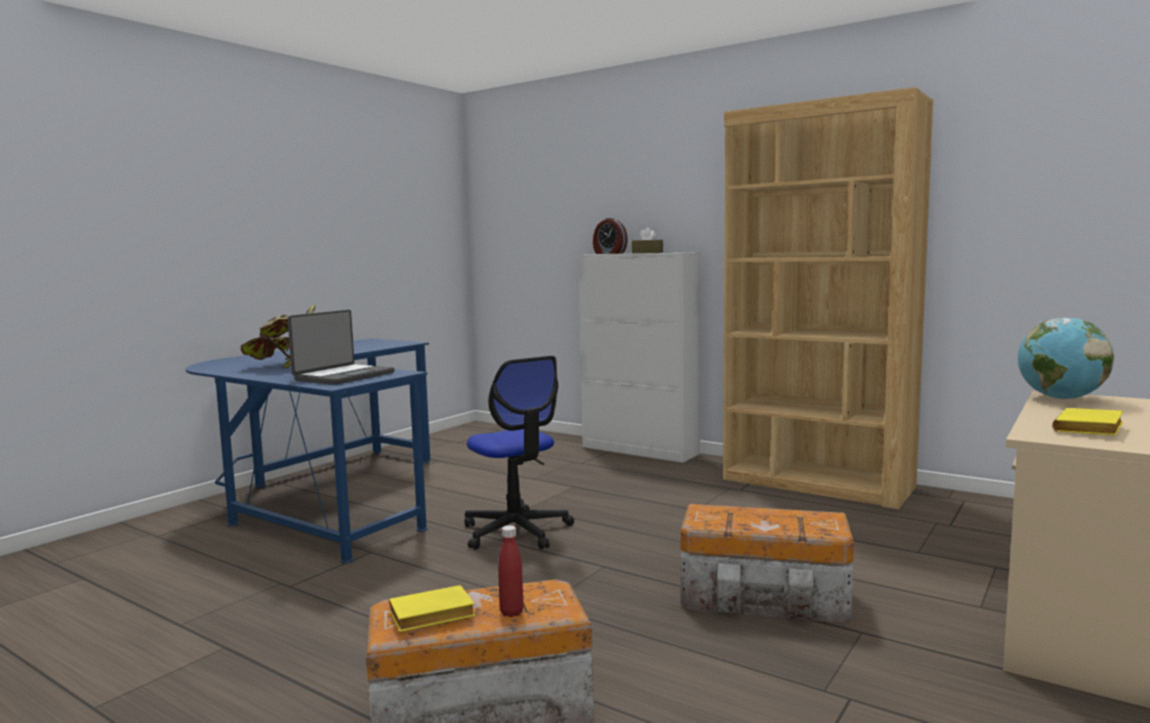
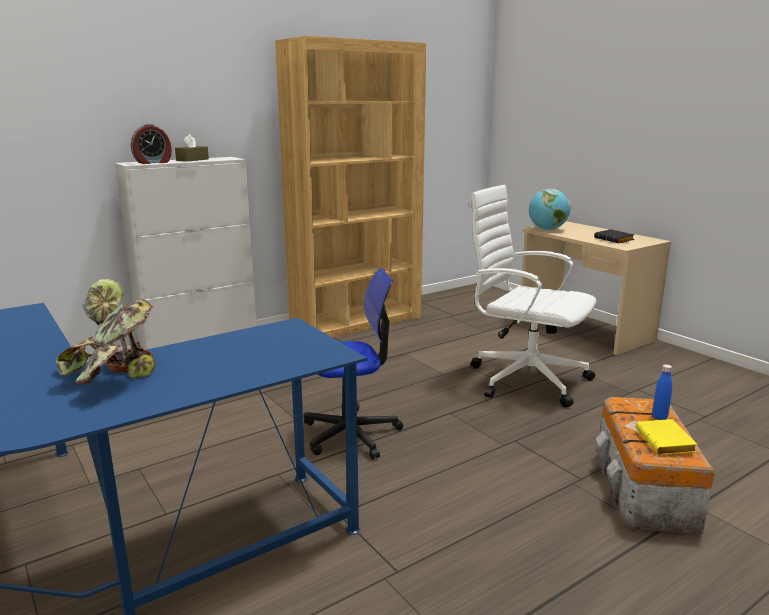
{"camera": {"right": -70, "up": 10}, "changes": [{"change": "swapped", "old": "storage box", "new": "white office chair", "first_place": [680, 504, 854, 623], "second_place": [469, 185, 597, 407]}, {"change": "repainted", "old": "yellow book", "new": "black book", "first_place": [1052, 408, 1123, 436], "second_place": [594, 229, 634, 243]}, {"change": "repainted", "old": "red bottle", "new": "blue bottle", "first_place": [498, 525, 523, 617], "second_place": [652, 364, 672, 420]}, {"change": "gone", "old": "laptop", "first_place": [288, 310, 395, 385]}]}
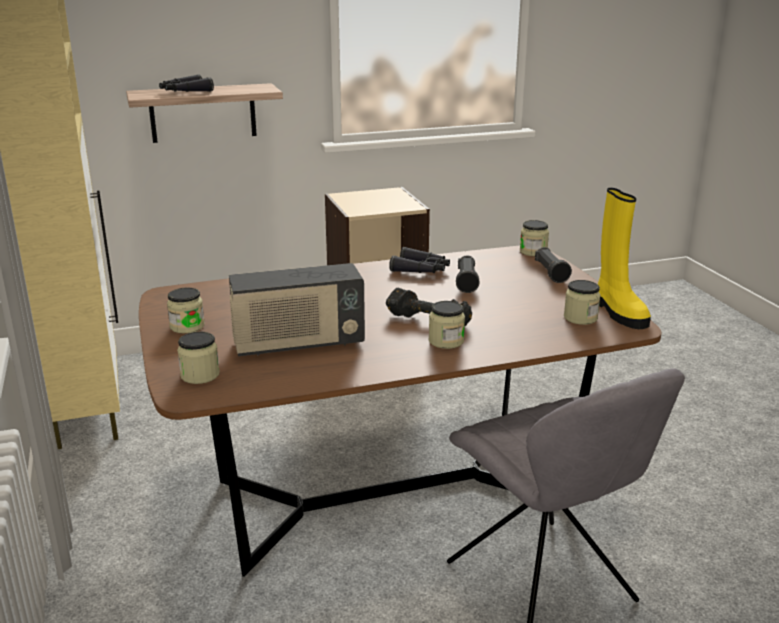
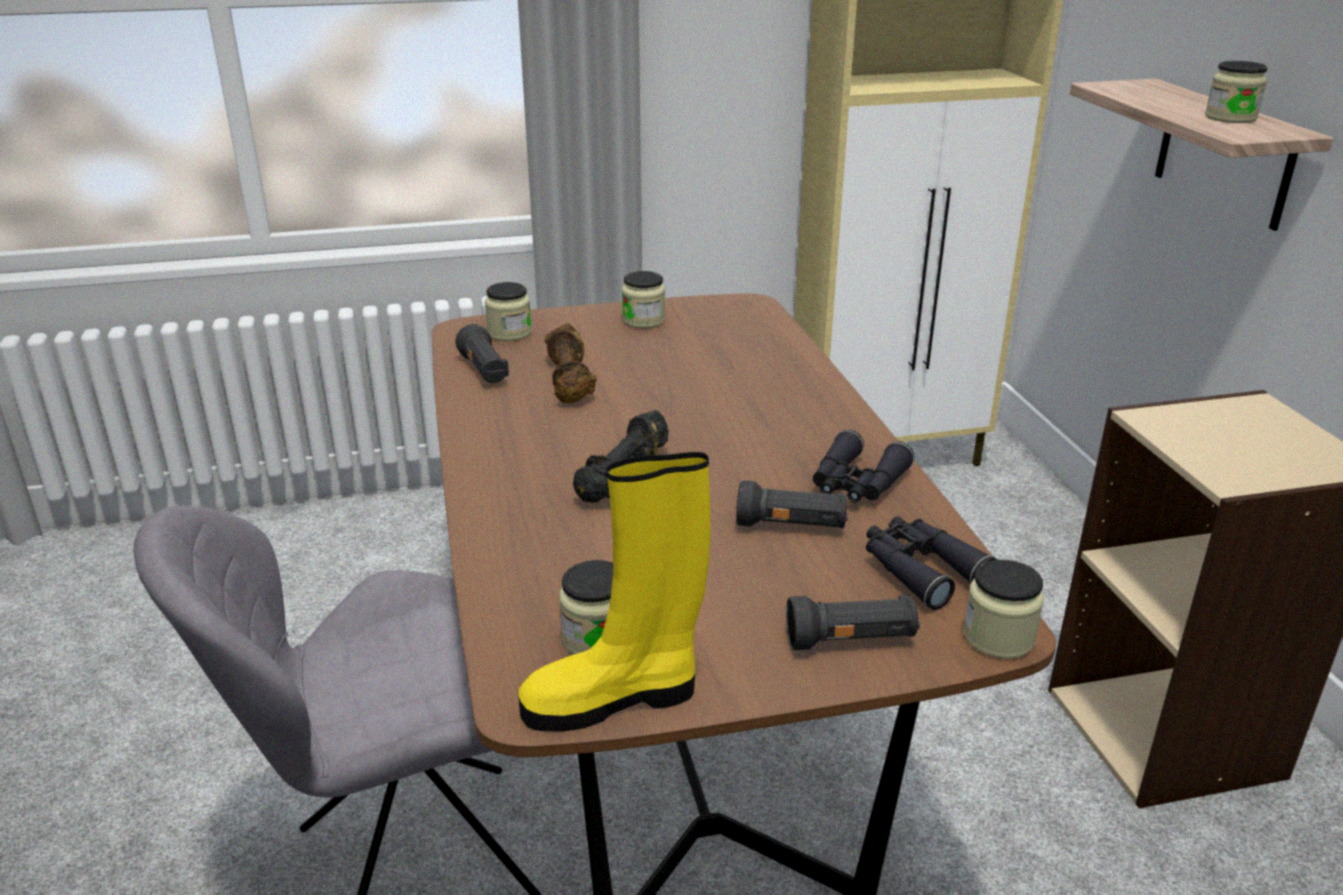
{"camera": {"right": 95, "up": 5}, "changes": [{"change": "new", "new": "black flashlight", "second_place": [455, 324, 509, 383]}, {"change": "swapped", "old": "radio", "new": "brown dumbbell", "first_place": [229, 263, 365, 356], "second_place": [545, 323, 597, 403]}, {"change": "shifted", "old": "black binoculars", "first_place": [159, 74, 214, 92], "second_place": [866, 516, 997, 610]}, {"change": "shifted", "old": "jar", "first_place": [429, 301, 465, 349], "second_place": [1205, 61, 1268, 123]}]}
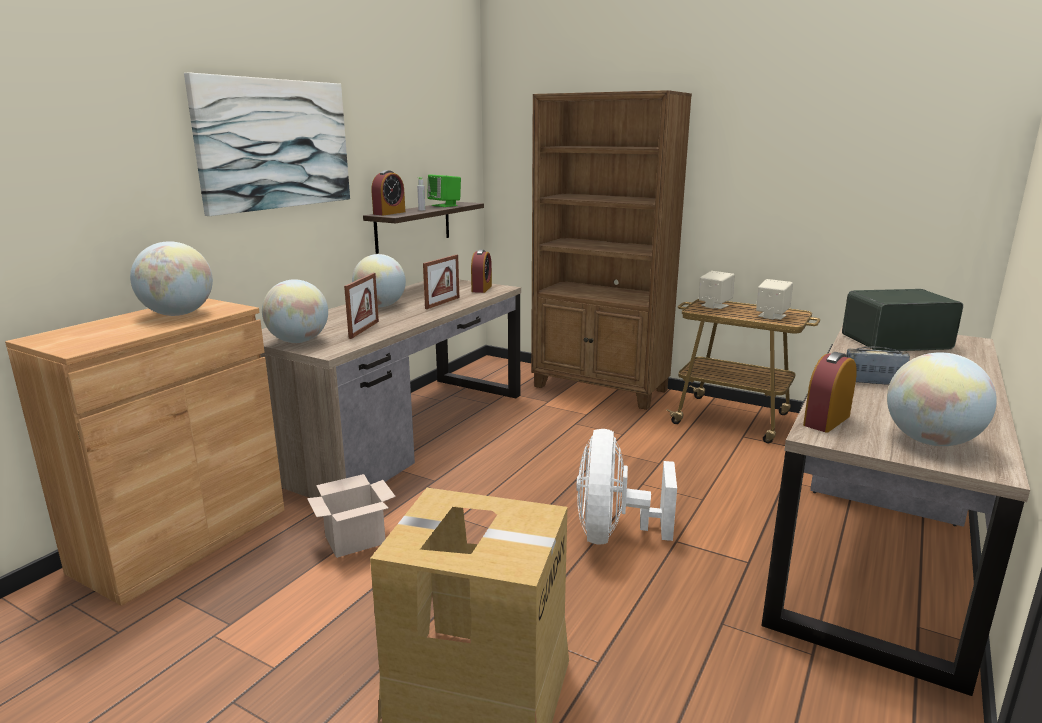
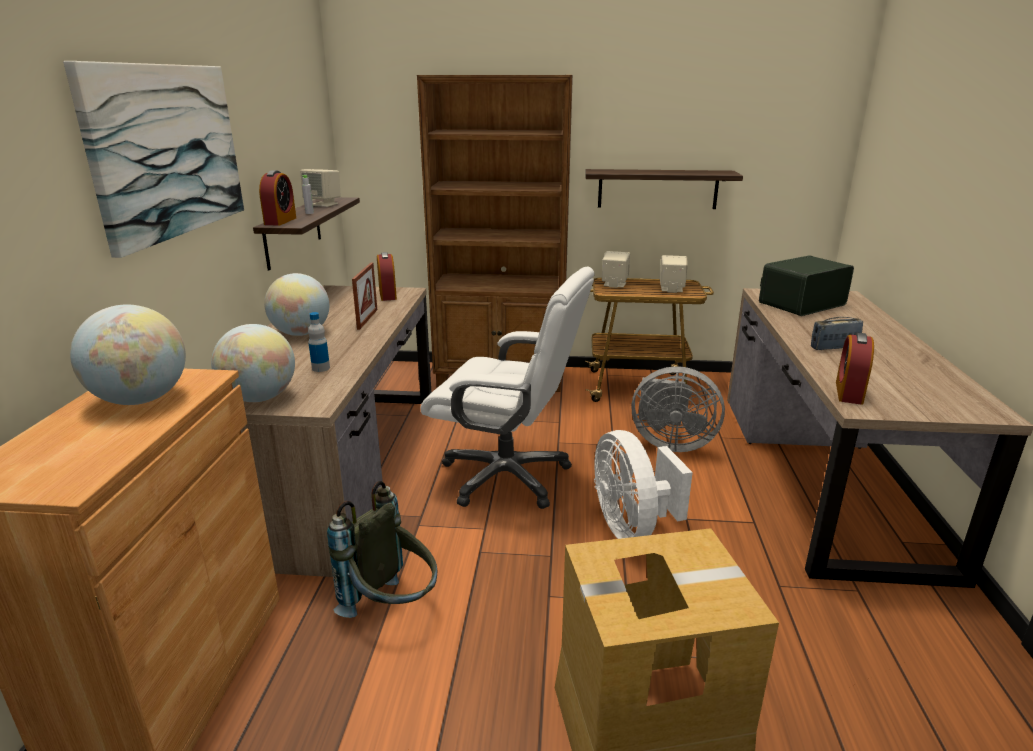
{"camera": {"right": -25, "up": 5}, "changes": [{"change": "repainted", "old": "green speaker", "new": "beige speaker", "first_place": [427, 174, 461, 207], "second_place": [300, 169, 341, 207]}, {"change": "swapped", "old": "picture frame", "new": "bottle", "first_place": [344, 273, 379, 339], "second_place": [308, 312, 330, 372]}, {"change": "swapped", "old": "cardboard box", "new": "grey backpack", "first_place": [307, 474, 396, 558], "second_place": [327, 481, 437, 618]}, {"change": "new", "new": "white office chair", "second_place": [421, 266, 595, 509]}, {"change": "new", "new": "shelf", "second_place": [585, 169, 743, 209]}, {"change": "new", "new": "grey fan", "second_place": [632, 366, 725, 452]}, {"change": "gone", "old": "globe", "first_place": [887, 352, 997, 446]}]}
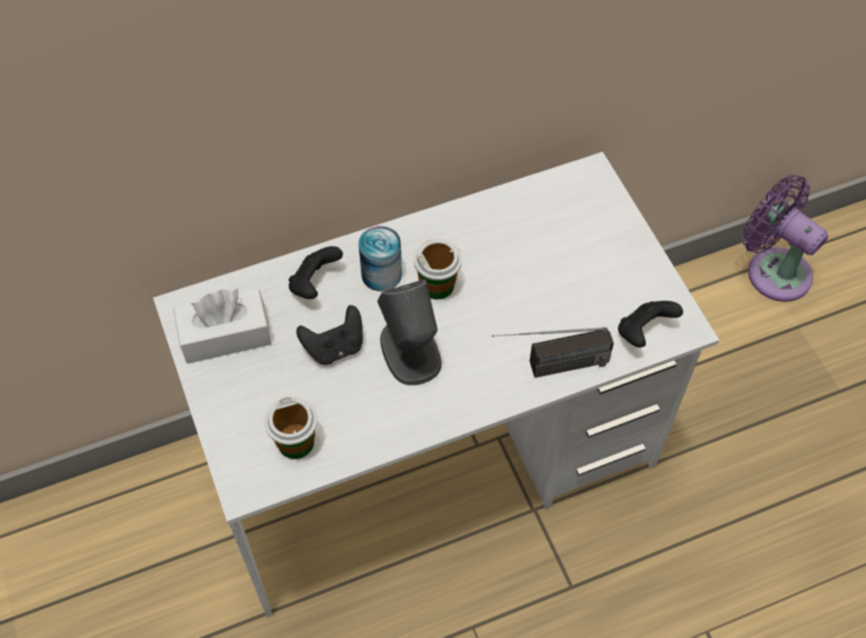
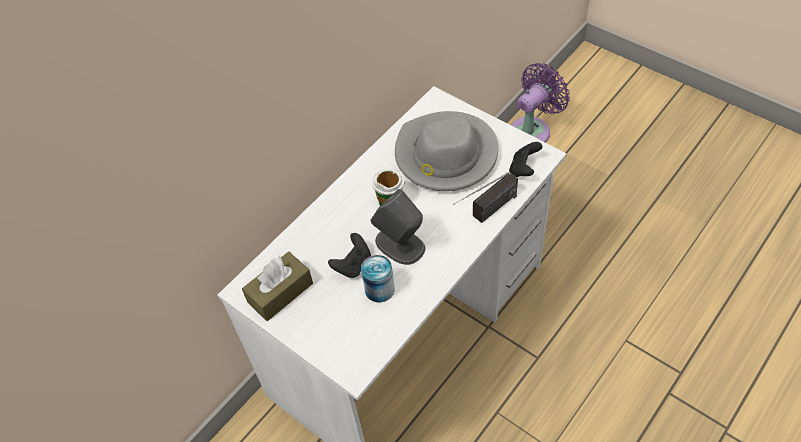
{"camera": {"right": -25, "up": -5}, "changes": [{"change": "repainted", "old": "white tissue box", "new": "brown tissue box", "first_place": [173, 288, 272, 364], "second_place": [242, 252, 313, 321]}, {"change": "shifted", "old": "can", "first_place": [358, 226, 402, 292], "second_place": [361, 255, 395, 302]}, {"change": "new", "new": "grey hat", "second_place": [395, 111, 498, 191]}, {"change": "rotated", "old": "purple fan", "first_place": [742, 175, 828, 302], "second_place": [511, 63, 570, 143], "degrees": 120}, {"change": "gone", "old": "cup", "first_place": [264, 397, 317, 459]}, {"change": "gone", "old": "black game controller", "first_place": [289, 246, 343, 299]}]}
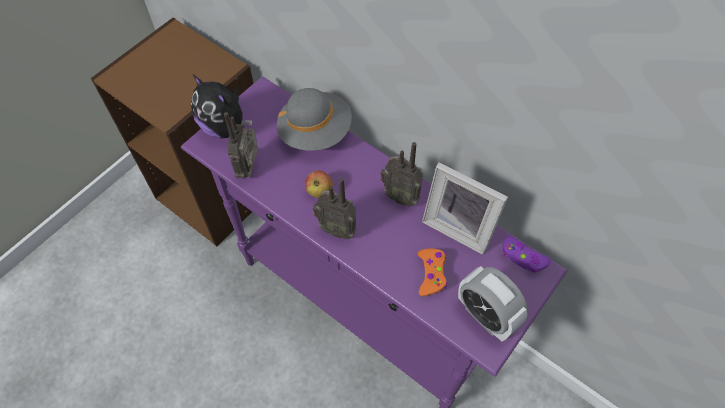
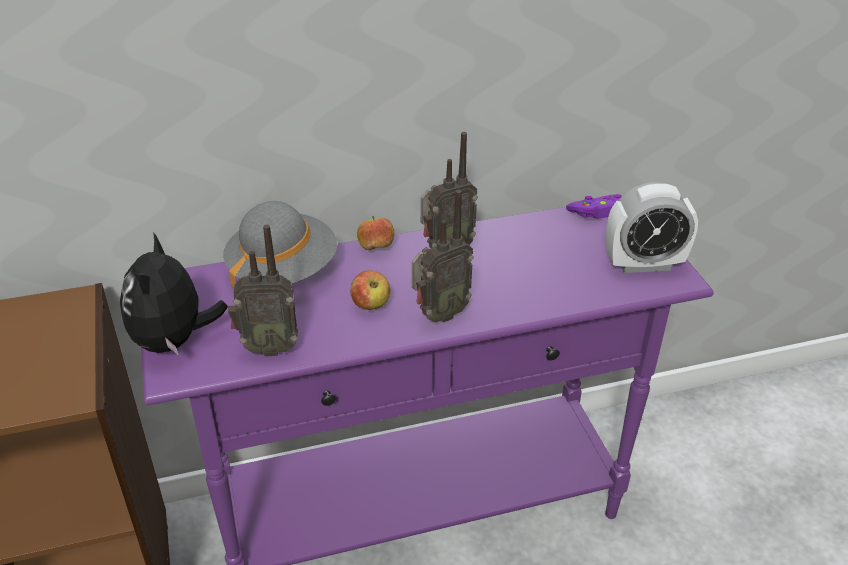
{"camera": {"right": -55, "up": -20}, "changes": [{"change": "rotated", "old": "plush toy", "first_place": [191, 75, 252, 139], "second_place": [120, 232, 228, 355], "degrees": 105}, {"change": "rotated", "old": "radio", "first_place": [224, 112, 258, 179], "second_place": [228, 225, 298, 357], "degrees": -45}, {"change": "new", "new": "apple", "second_place": [357, 216, 394, 250]}, {"change": "gone", "old": "orange game controller", "first_place": [418, 248, 447, 296]}, {"change": "gone", "old": "picture frame", "first_place": [422, 163, 508, 255]}]}
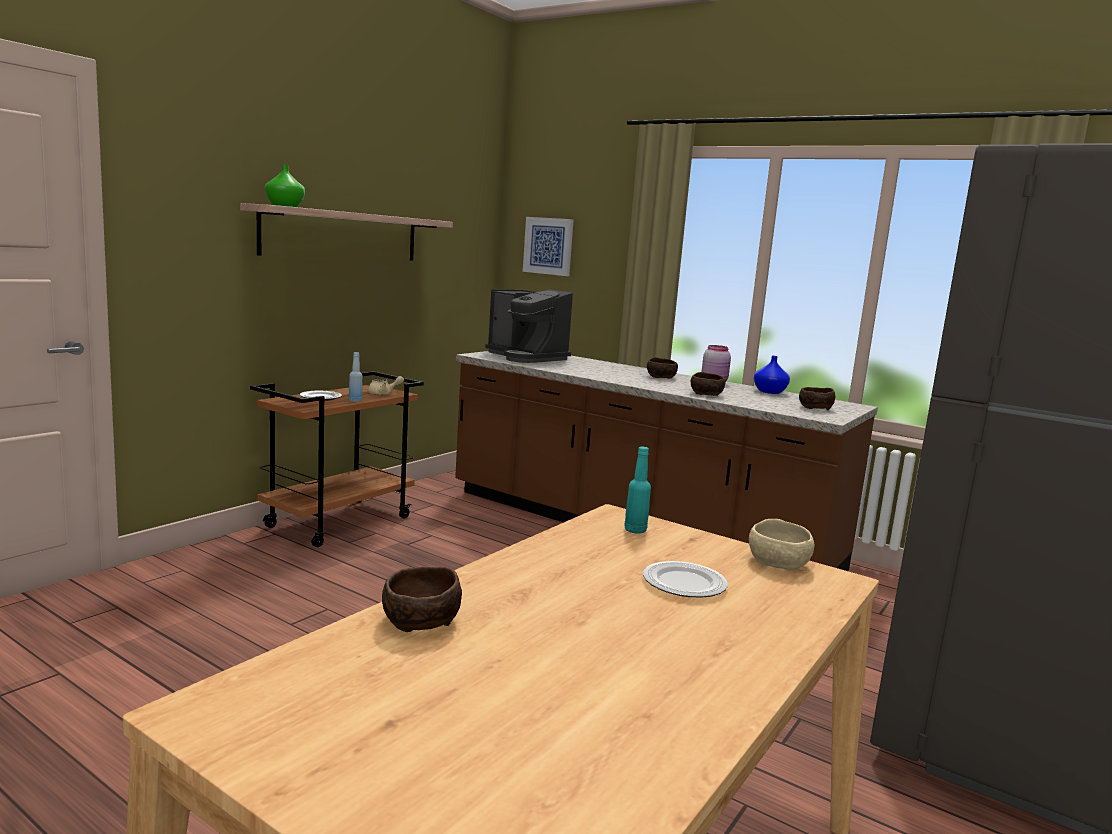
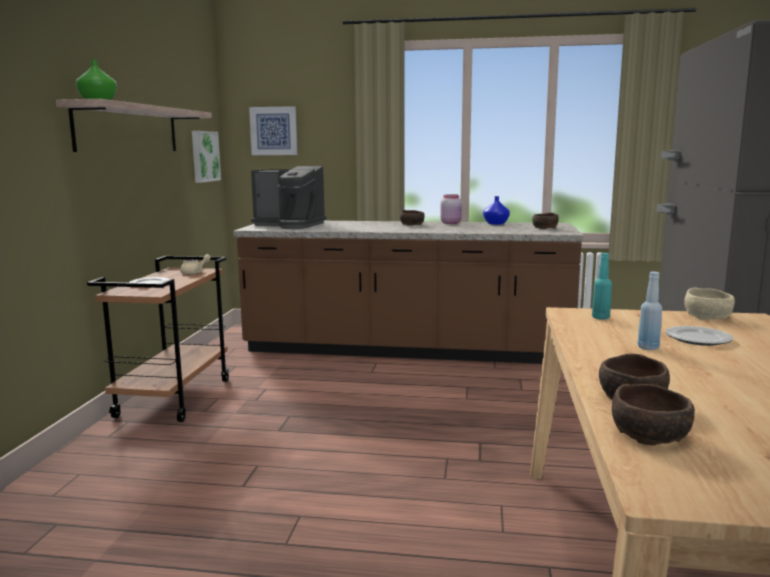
{"camera": {"right": -25, "up": 0}, "changes": [{"change": "new", "new": "picture", "second_place": [192, 131, 221, 183]}, {"change": "shifted", "old": "brown bowl", "first_place": [691, 372, 725, 396], "second_place": [612, 384, 695, 446]}, {"change": "shifted", "old": "blue bottle", "first_place": [349, 352, 362, 402], "second_place": [637, 272, 662, 350]}]}
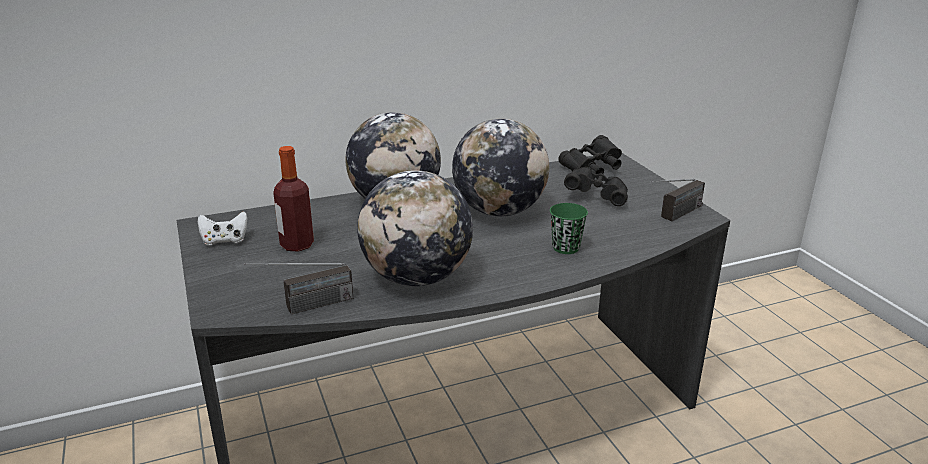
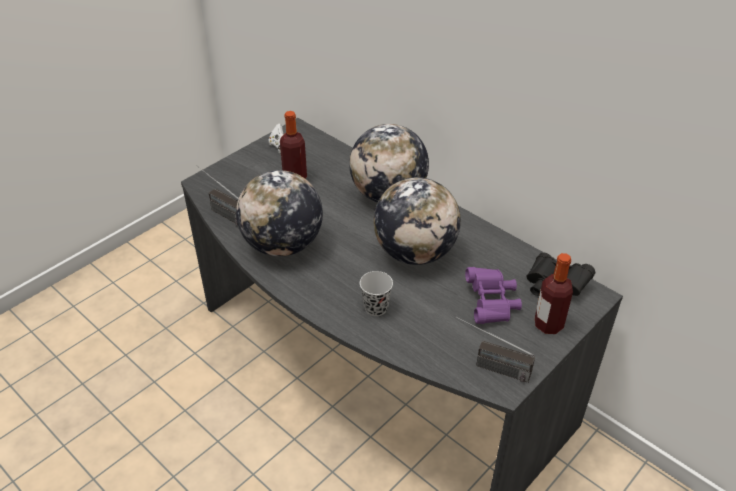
{"camera": {"right": 65, "up": 15}, "changes": [{"change": "repainted", "old": "green cup", "new": "black cup", "first_place": [550, 203, 588, 254], "second_place": [360, 271, 393, 316]}, {"change": "repainted", "old": "black binoculars", "new": "purple binoculars", "first_place": [564, 167, 628, 206], "second_place": [465, 267, 522, 324]}, {"change": "new", "new": "bottle", "second_place": [535, 253, 573, 334]}]}
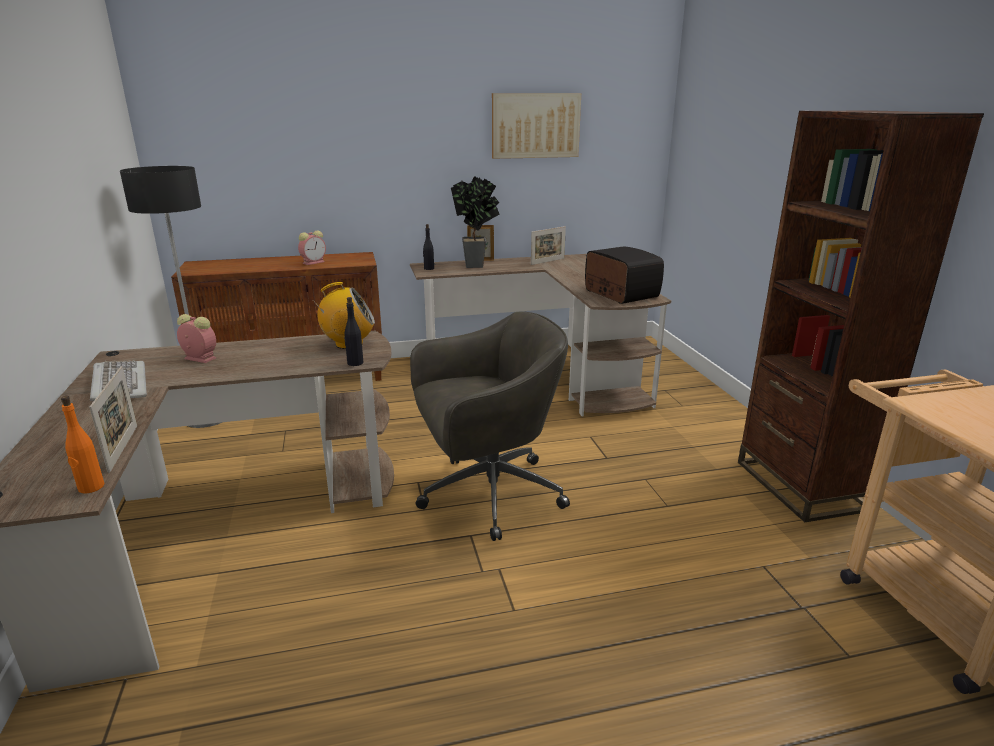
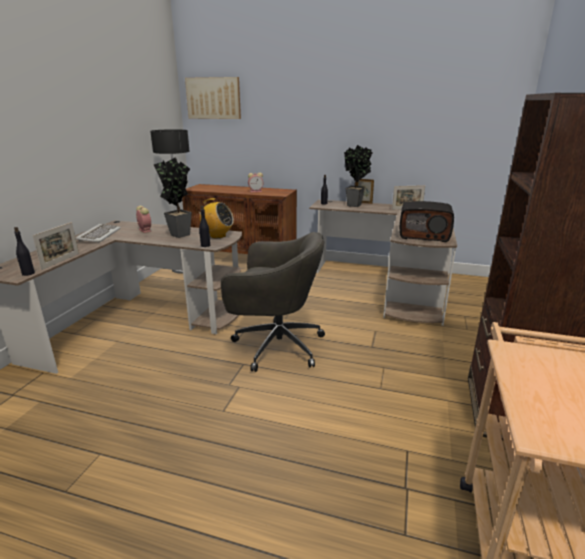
{"camera": {"right": 30, "up": 0}, "changes": [{"change": "repainted", "old": "orange bottle", "new": "black bottle", "first_place": [61, 396, 105, 494], "second_place": [14, 227, 35, 276]}, {"change": "new", "new": "potted plant", "second_place": [154, 158, 192, 238]}, {"change": "shifted", "old": "picture", "first_place": [492, 93, 581, 159], "second_place": [185, 77, 241, 119]}, {"change": "rotated", "old": "radio", "first_place": [585, 246, 664, 304], "second_place": [400, 201, 454, 242], "degrees": 105}]}
